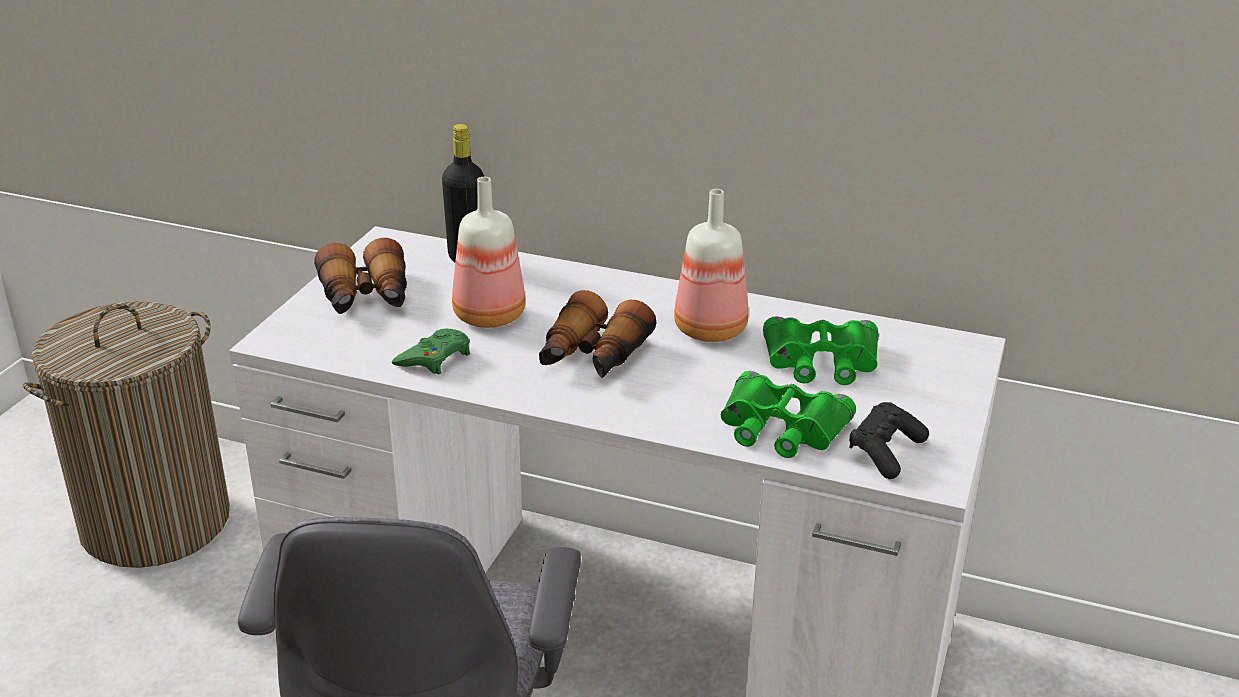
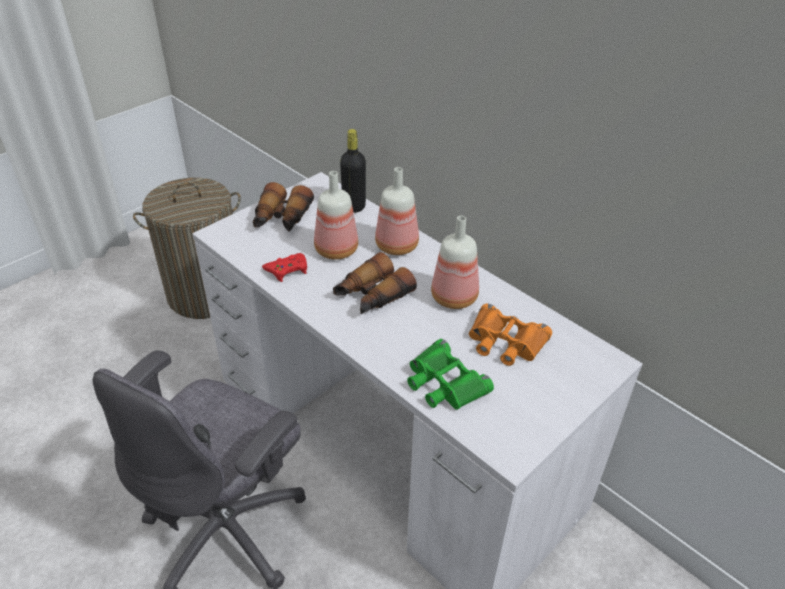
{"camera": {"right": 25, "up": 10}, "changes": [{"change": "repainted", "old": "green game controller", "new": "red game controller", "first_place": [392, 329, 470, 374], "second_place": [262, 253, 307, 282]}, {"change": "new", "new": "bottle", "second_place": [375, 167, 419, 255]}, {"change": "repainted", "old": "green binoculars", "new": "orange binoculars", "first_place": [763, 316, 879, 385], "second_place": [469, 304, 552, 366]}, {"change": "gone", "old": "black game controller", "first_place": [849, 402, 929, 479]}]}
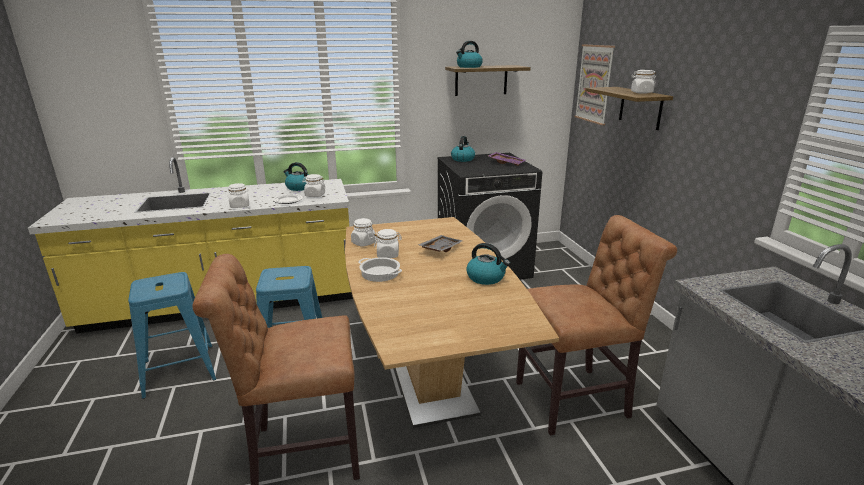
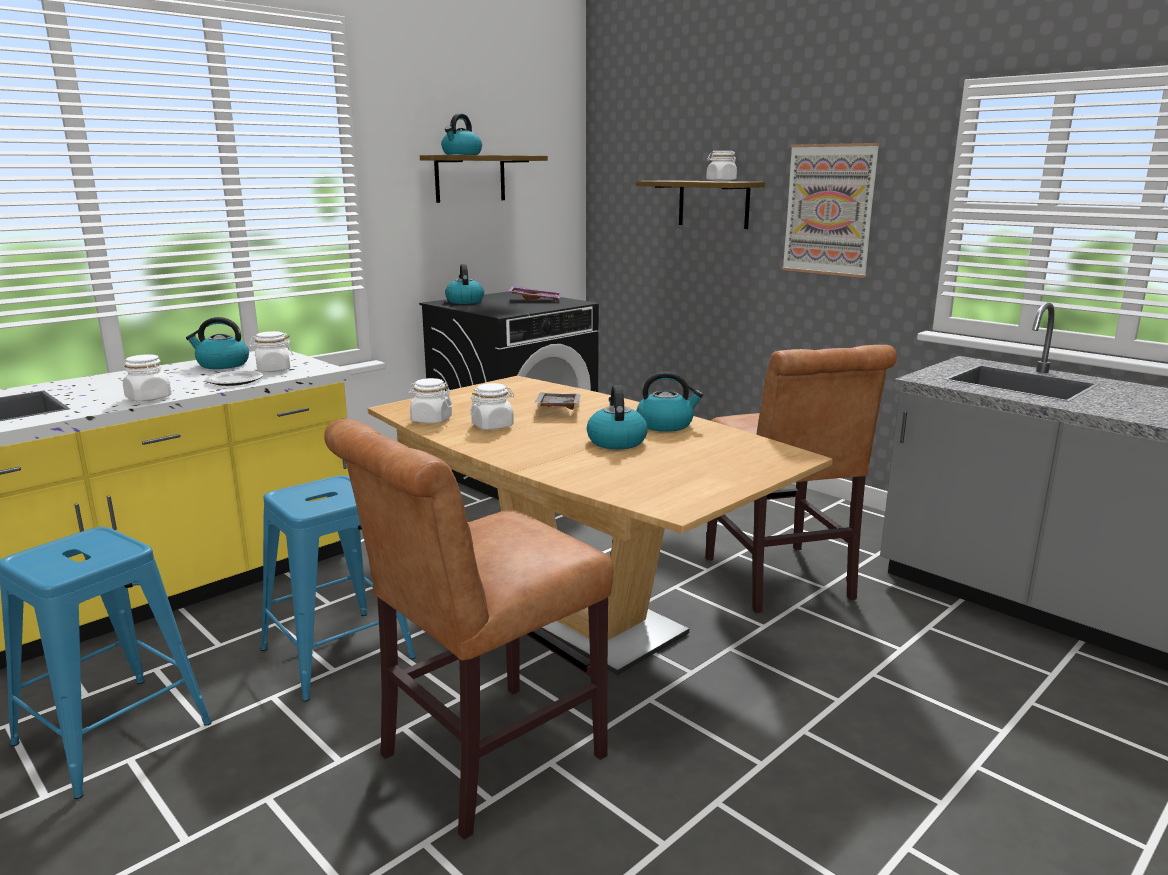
{"camera": {"right": -30, "up": -5}, "changes": [{"change": "new", "new": "kettle", "second_place": [587, 385, 648, 449]}, {"change": "rotated", "old": "brown chair", "first_place": [516, 215, 677, 435], "second_place": [705, 345, 897, 613], "degrees": 120}, {"change": "shifted", "old": "picture", "first_place": [574, 44, 615, 125], "second_place": [782, 143, 880, 278]}, {"change": "gone", "old": "cooking pot", "first_place": [358, 257, 402, 282]}]}
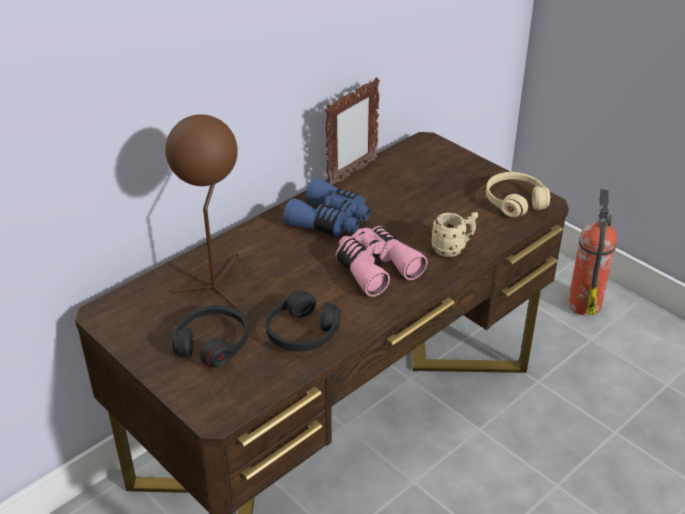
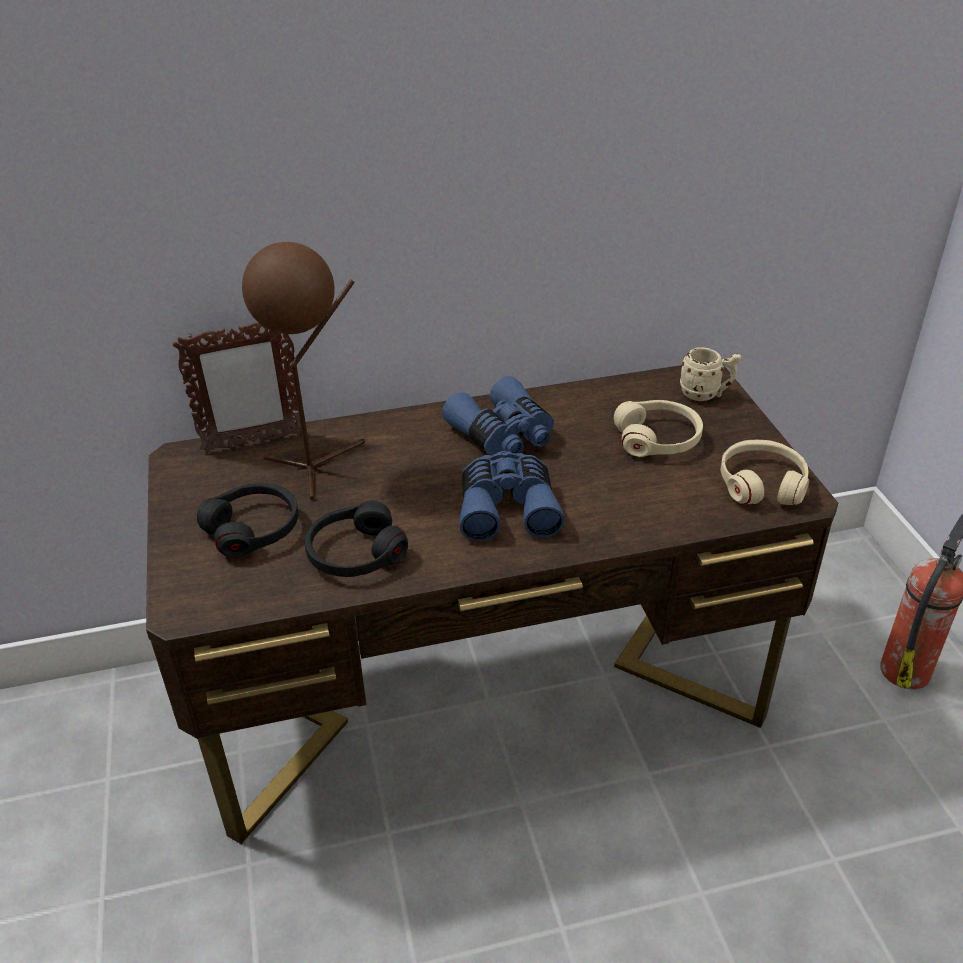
{"camera": {"right": 30, "up": 0}, "changes": [{"change": "shifted", "old": "picture frame", "first_place": [325, 77, 380, 185], "second_place": [173, 322, 301, 453]}, {"change": "repainted", "old": "pink binoculars", "new": "blue binoculars", "first_place": [335, 226, 428, 297], "second_place": [459, 451, 564, 541]}, {"change": "new", "new": "beige headphones", "second_place": [614, 400, 703, 457]}, {"change": "shifted", "old": "beige mug", "first_place": [431, 212, 478, 257], "second_place": [680, 347, 741, 401]}]}
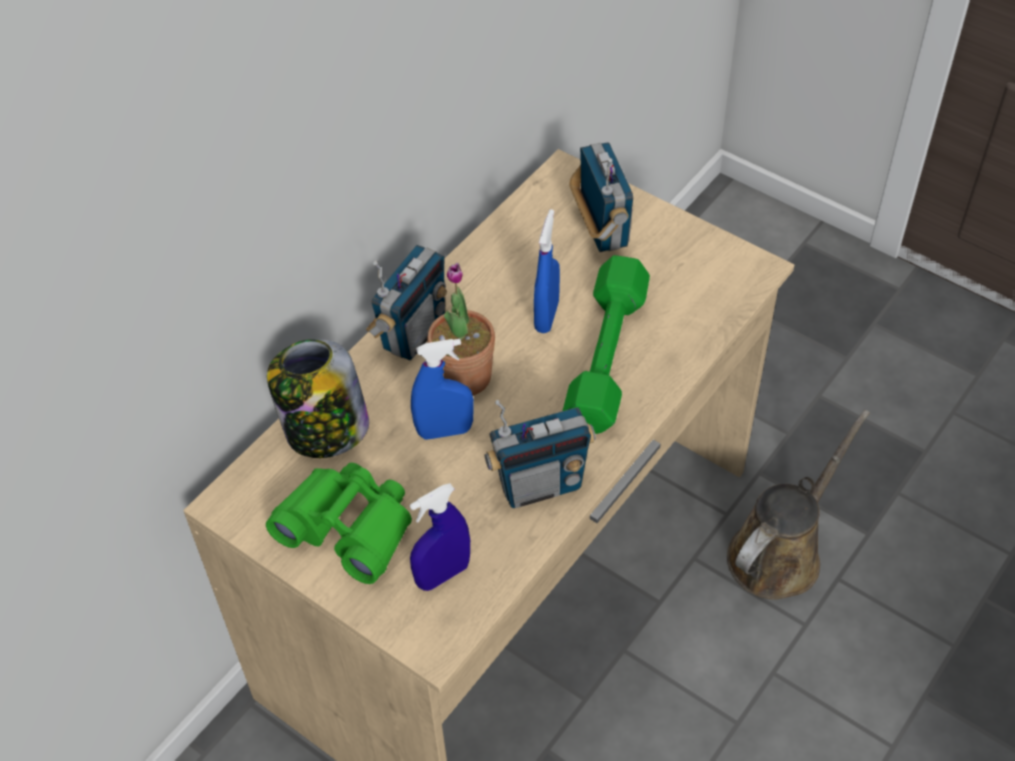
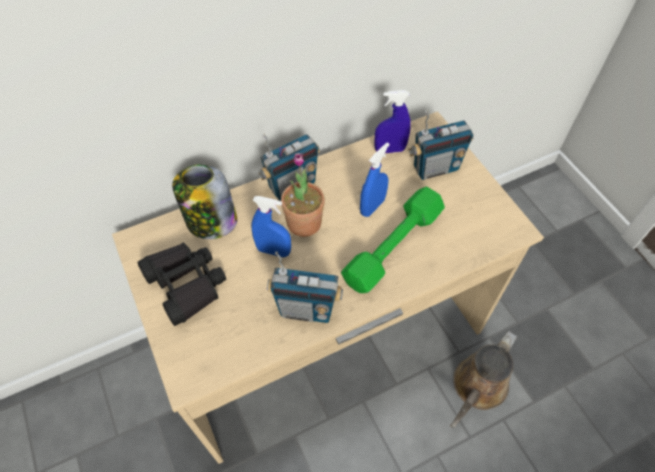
{"camera": {"right": 25, "up": 5}, "changes": [{"change": "repainted", "old": "green binoculars", "new": "black binoculars", "first_place": [266, 463, 412, 584], "second_place": [138, 242, 226, 326]}, {"change": "shifted", "old": "blue spray bottle", "first_place": [410, 483, 470, 591], "second_place": [374, 90, 411, 153]}, {"change": "rotated", "old": "radio", "first_place": [569, 142, 633, 252], "second_place": [408, 110, 474, 180], "degrees": 60}, {"change": "rotated", "old": "brown watering can", "first_place": [727, 410, 870, 600], "second_place": [450, 331, 518, 428], "degrees": 150}]}
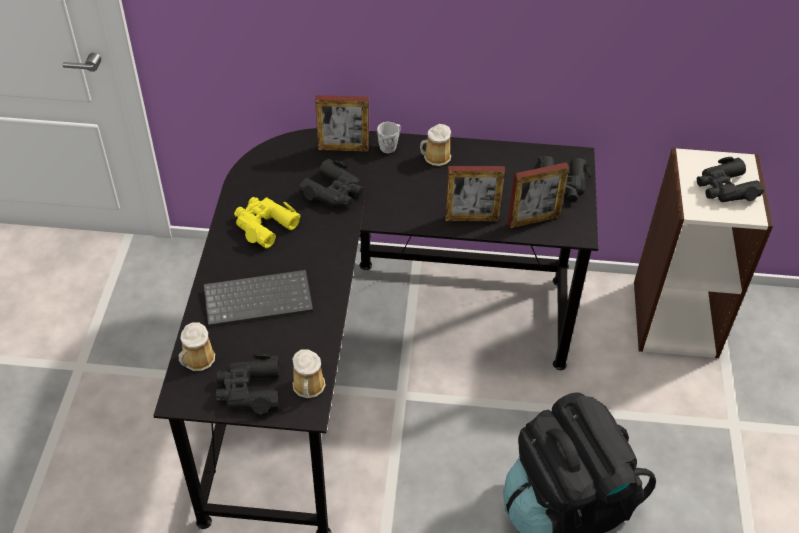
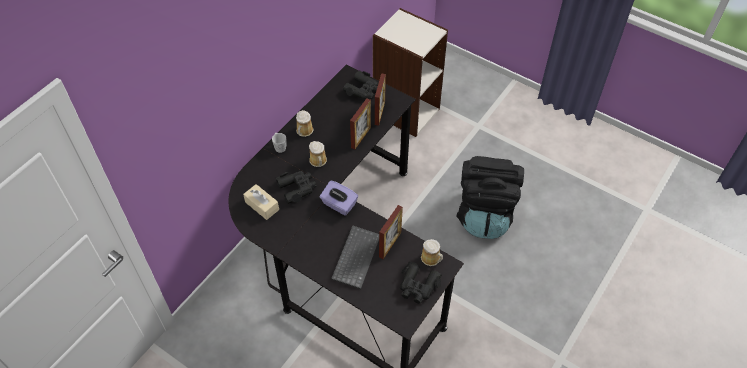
{"camera": {"right": -60, "up": 5}, "changes": [{"change": "new", "new": "beige tissue box", "second_place": [243, 184, 279, 220]}, {"change": "shifted", "old": "mug", "first_place": [179, 322, 215, 371], "second_place": [309, 141, 327, 167]}, {"change": "new", "new": "purple tissue box", "second_place": [320, 181, 358, 215]}, {"change": "shifted", "old": "picture frame", "first_place": [315, 95, 369, 152], "second_place": [379, 205, 403, 259]}, {"change": "gone", "old": "yellow binoculars", "first_place": [234, 197, 300, 248]}, {"change": "gone", "old": "black binoculars", "first_place": [697, 157, 764, 202]}]}
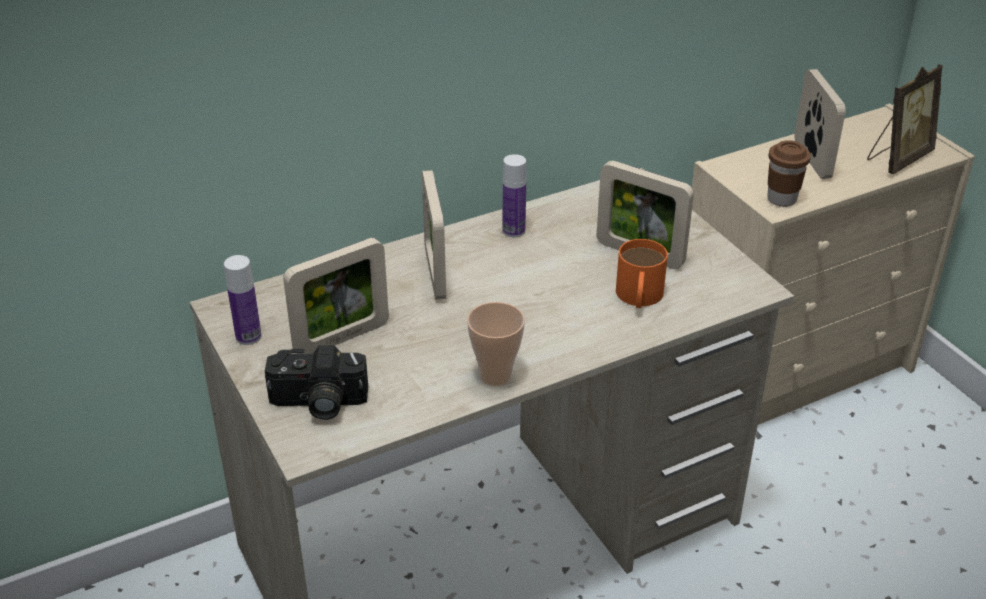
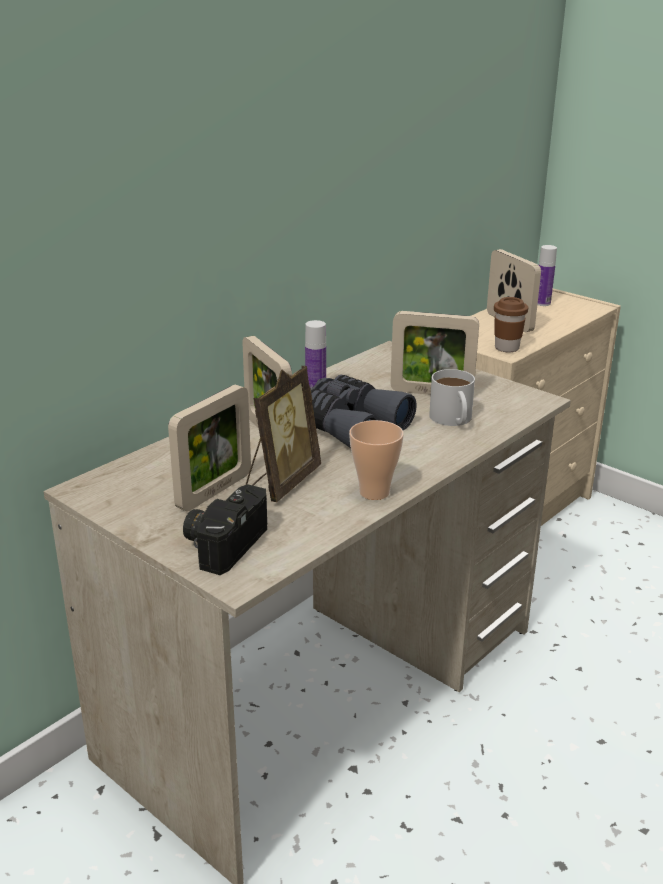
{"camera": {"right": -20, "up": -10}, "changes": [{"change": "rotated", "old": "photo camera", "first_place": [265, 345, 368, 420], "second_place": [183, 484, 267, 575], "degrees": 135}, {"change": "shifted", "old": "picture frame", "first_place": [867, 65, 943, 174], "second_place": [246, 366, 321, 502]}, {"change": "new", "new": "grey binoculars", "second_place": [311, 375, 417, 448]}, {"change": "repainted", "old": "orange mug", "new": "white mug", "first_place": [616, 239, 668, 308], "second_place": [429, 369, 475, 426]}, {"change": "shifted", "old": "bottle", "first_place": [224, 255, 262, 345], "second_place": [538, 245, 557, 306]}]}
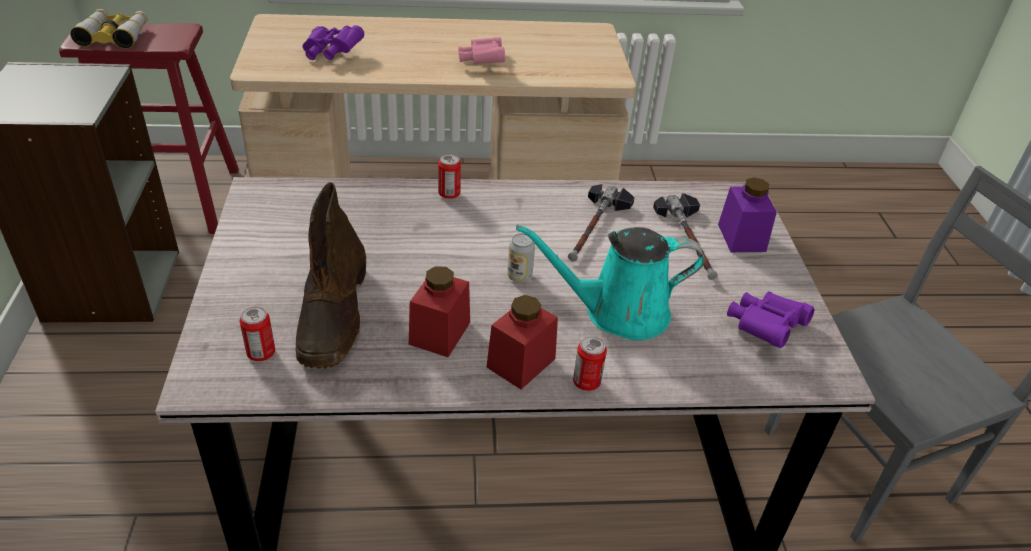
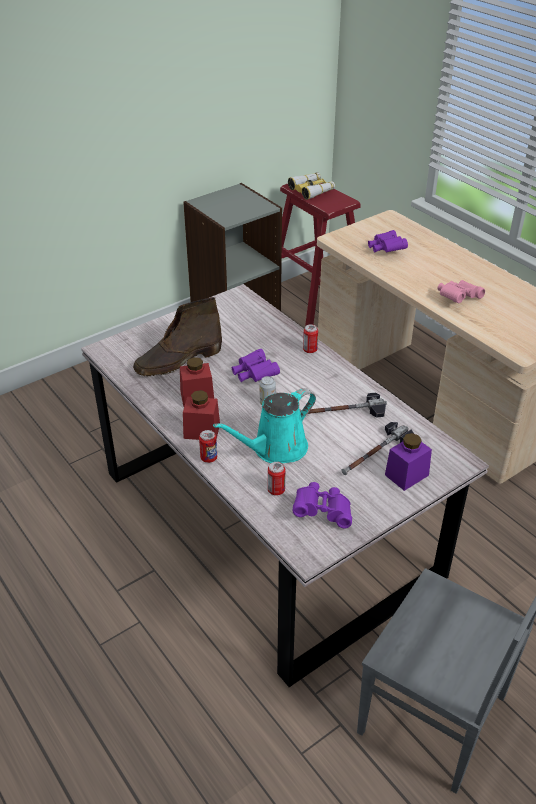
{"camera": {"right": 60, "up": 0}, "changes": [{"change": "rotated", "old": "turquoise watering can", "first_place": [516, 224, 705, 340], "second_place": [213, 388, 316, 463], "degrees": -90}, {"change": "new", "new": "purple binoculars", "second_place": [232, 349, 280, 382]}, {"change": "shifted", "old": "can", "first_place": [240, 307, 275, 361], "second_place": [268, 462, 286, 495]}]}
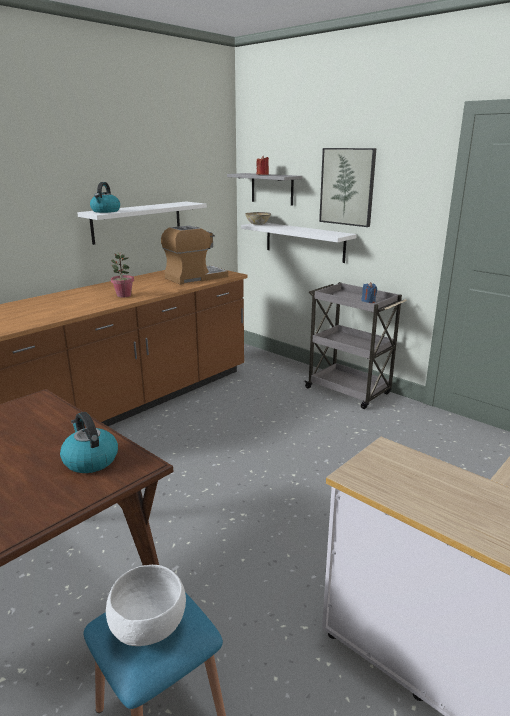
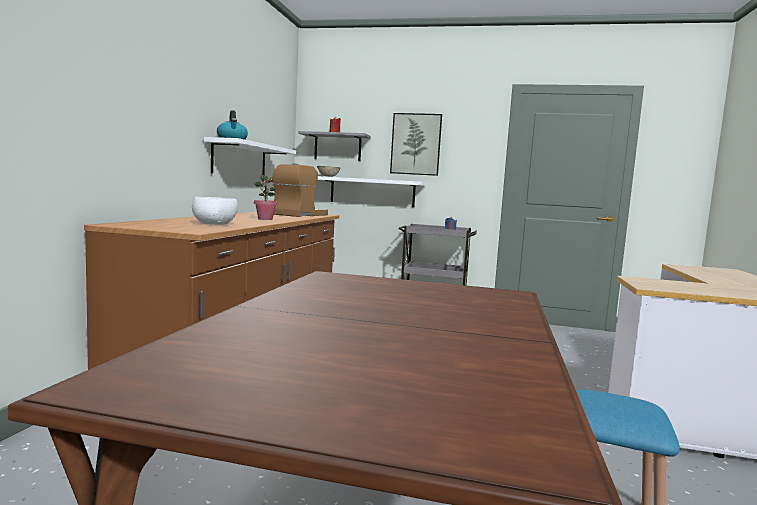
{"camera": {"right": -30, "up": -15}, "changes": [{"change": "shifted", "old": "white bowl", "first_place": [106, 565, 186, 646], "second_place": [192, 197, 238, 225]}, {"change": "gone", "old": "kettle", "first_place": [60, 412, 118, 473]}]}
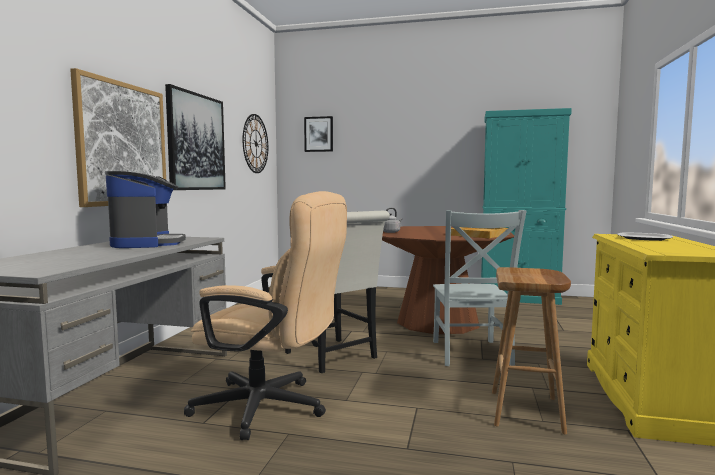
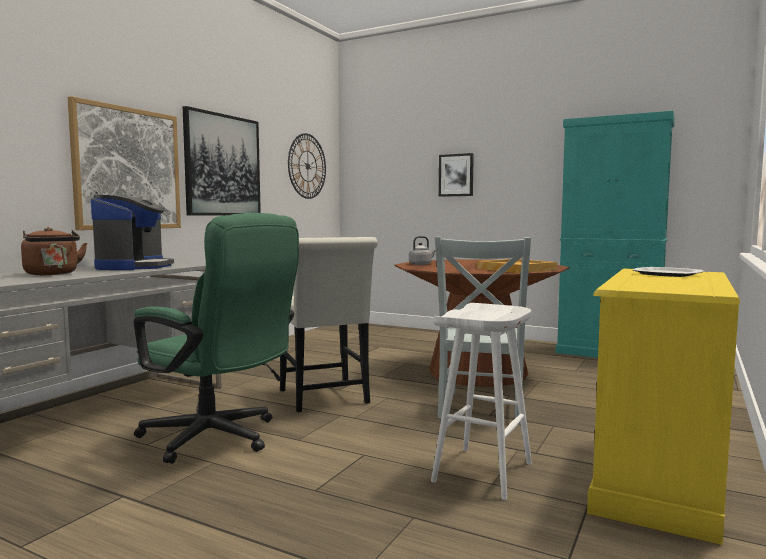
{"camera": {"right": 15, "up": 0}, "changes": [{"change": "new", "new": "brown kettle", "second_place": [21, 227, 87, 275]}, {"change": "repainted", "old": "beige office chair", "new": "green office chair", "first_place": [184, 191, 347, 440], "second_place": [134, 213, 299, 464]}, {"change": "repainted", "old": "brown stool", "new": "white stool", "first_place": [492, 267, 571, 435], "second_place": [431, 303, 532, 500]}, {"change": "shifted", "old": "picture", "first_place": [304, 116, 333, 152], "second_place": [439, 153, 474, 197]}]}
